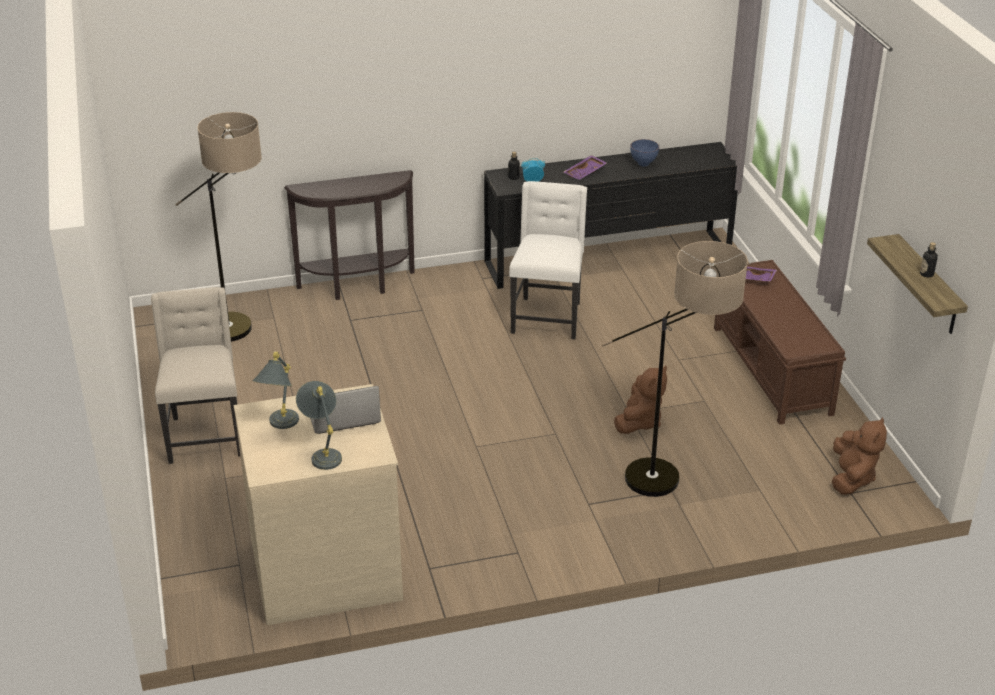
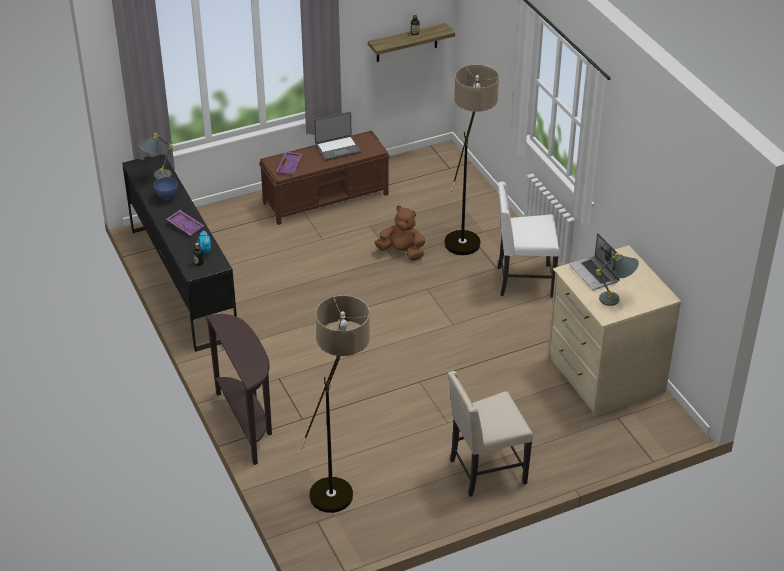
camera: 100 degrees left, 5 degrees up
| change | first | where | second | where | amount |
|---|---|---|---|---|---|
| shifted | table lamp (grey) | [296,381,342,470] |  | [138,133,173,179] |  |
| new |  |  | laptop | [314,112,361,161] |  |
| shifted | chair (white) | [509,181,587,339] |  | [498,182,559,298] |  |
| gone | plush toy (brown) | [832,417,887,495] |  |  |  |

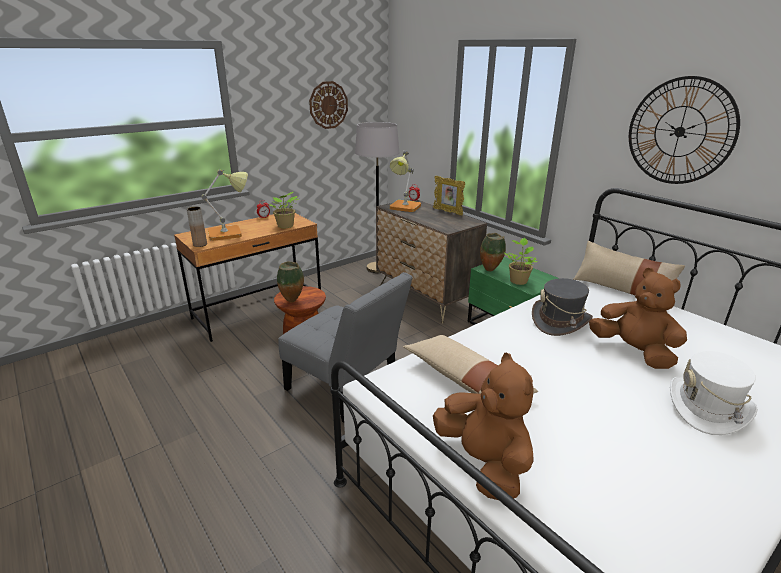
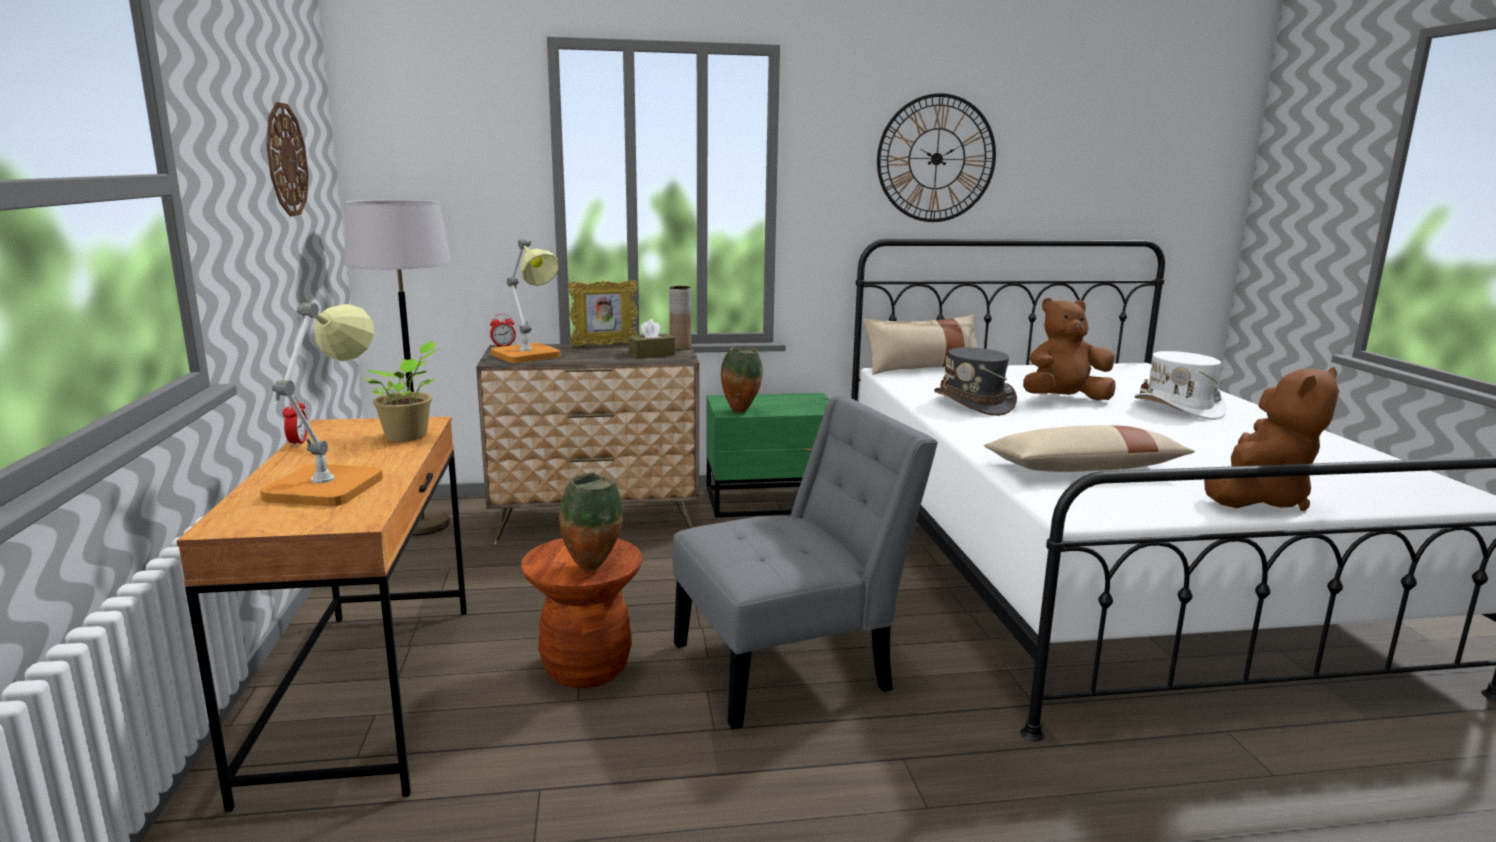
camera: 60 degrees left, 10 degrees down
| change | first | where | second | where | amount |
|---|---|---|---|---|---|
| new |  |  | tissue box (brown) | [628,319,675,359] |  |
| shifted | vase (brown) | [187,207,207,247] |  | [669,286,691,350] |  |
| rotated | plush toy (brown) | [433,353,534,500] |  | [1204,367,1339,511] | 135 degrees clockwise |
| gone | potted plant | [504,238,538,285] |  |  |  |

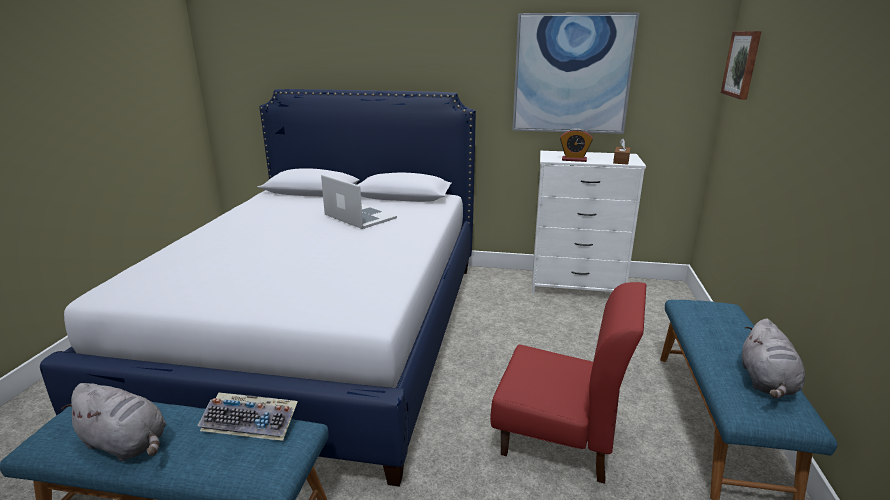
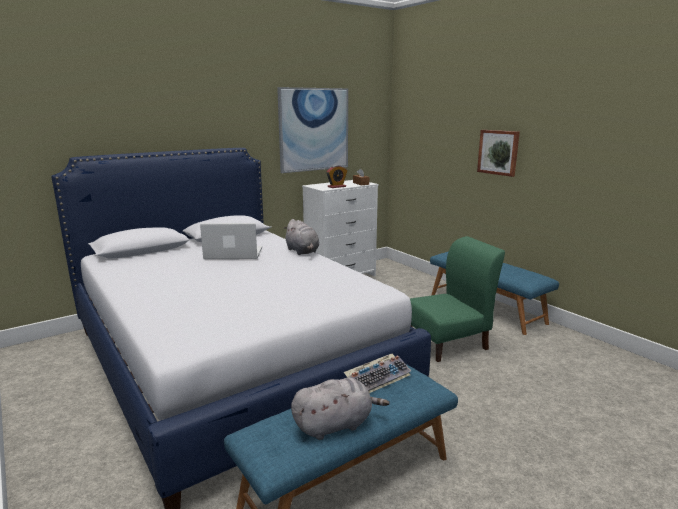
camera: 45 degrees left, 5 degrees down
| change | first | where | second | where | amount |
|---|---|---|---|---|---|
| shifted | plush toy (grey) | [742,318,805,399] |  | [283,219,319,255] |  |
| repainted | chair (red) | [490,282,646,484] | chair (green) | [410,236,505,362] |  |
| shifted | picture | [721,31,762,100] |  | [477,130,520,177] |  |

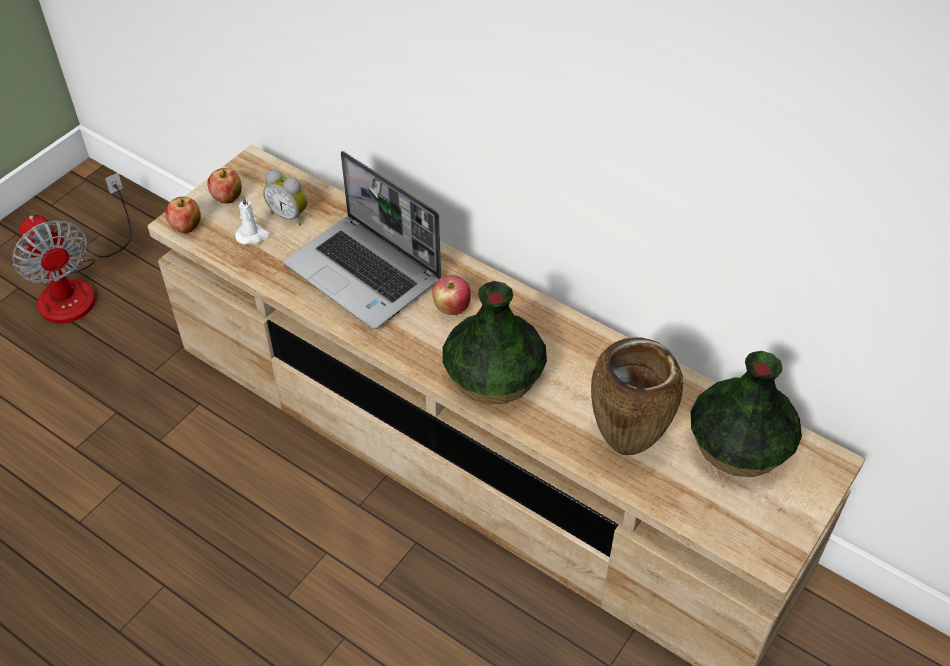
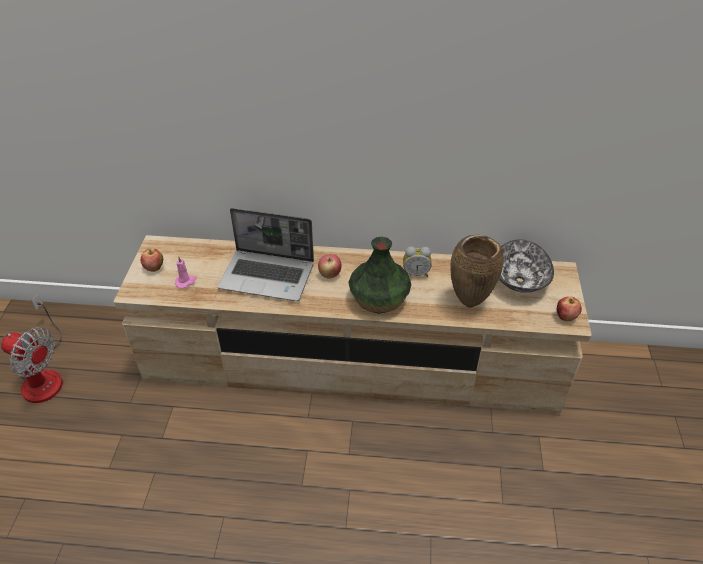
camera: 30 degrees left, 5 degrees down
| change | first | where | second | where | amount |
|---|---|---|---|---|---|
| repainted | candle (white) | [235,195,270,245] | candle (pink) | [175,256,197,288] |  |
| shifted | alarm clock | [263,170,308,226] |  | [403,246,432,277] |  |
| swapped | vase | [690,351,802,477] | bowl | [499,239,554,293] |  |
| shifted | apple | [165,197,201,233] |  | [557,296,582,321] |  |

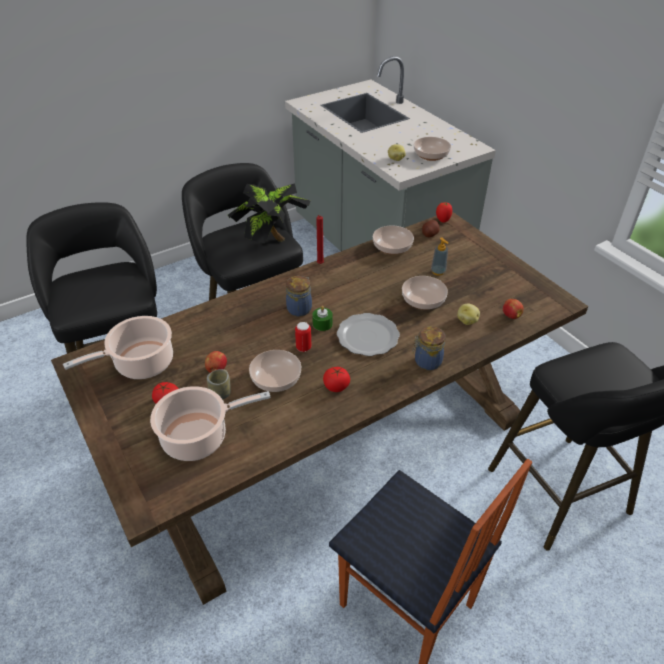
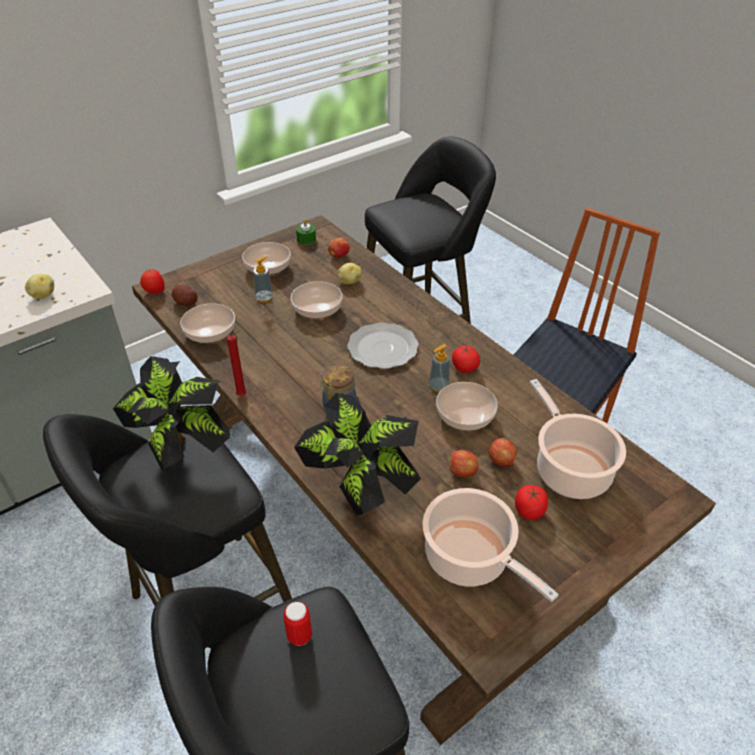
camera: 95 degrees left, 0 degrees up
| change | first | where | second | where | amount |
|---|---|---|---|---|---|
| shifted | bowl | [414,137,451,161] |  | [242,242,291,275] |  |
| shifted | can | [295,322,311,352] |  | [283,602,312,646] |  |
| new |  |  | potted plant | [294,393,421,515] |  |
| shifted | candle (green) | [312,306,333,331] |  | [296,219,316,245] |  |
| new |  |  | soap dispenser | [429,344,450,392] |  |
| swapped | cup | [207,369,231,400] | apple | [489,438,517,467] |  |
| gone | jar | [412,326,446,370] |  |  |  |

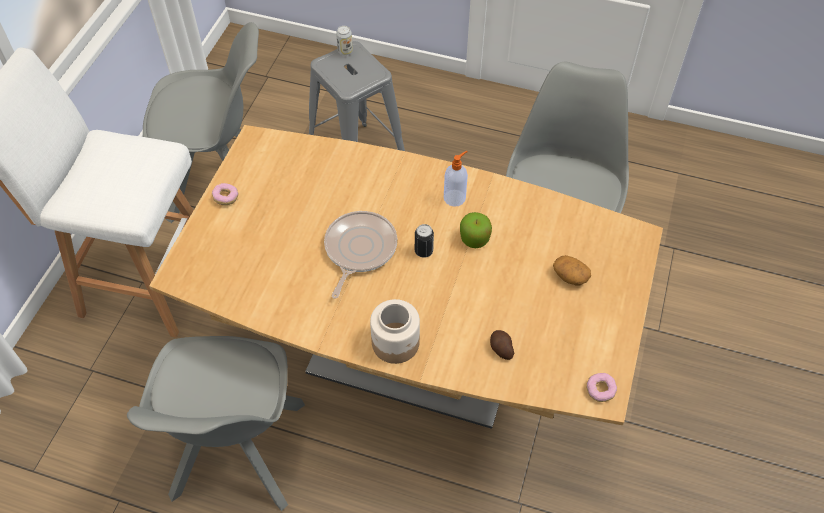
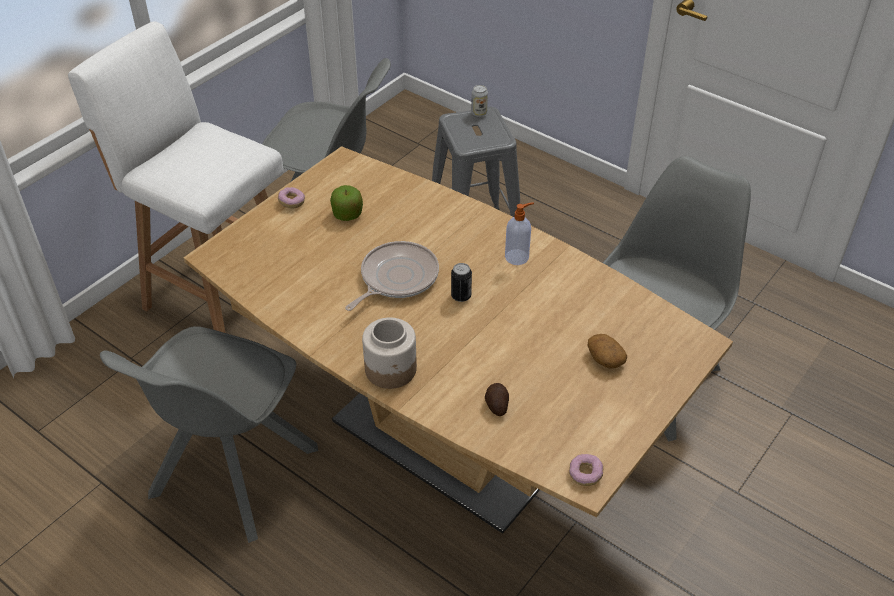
camera: 20 degrees right, 10 degrees down
| change | first | where | second | where | amount |
|---|---|---|---|---|---|
| shifted | apple | [460,212,492,248] |  | [330,185,363,221] |  |

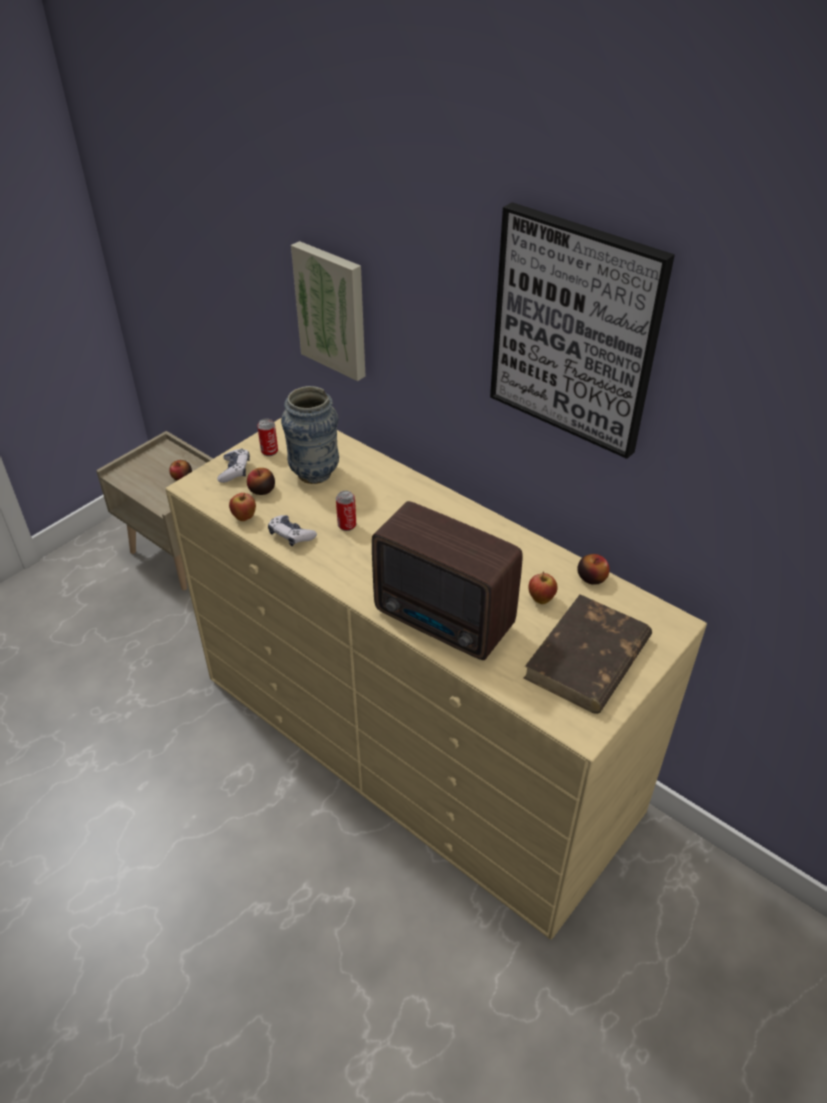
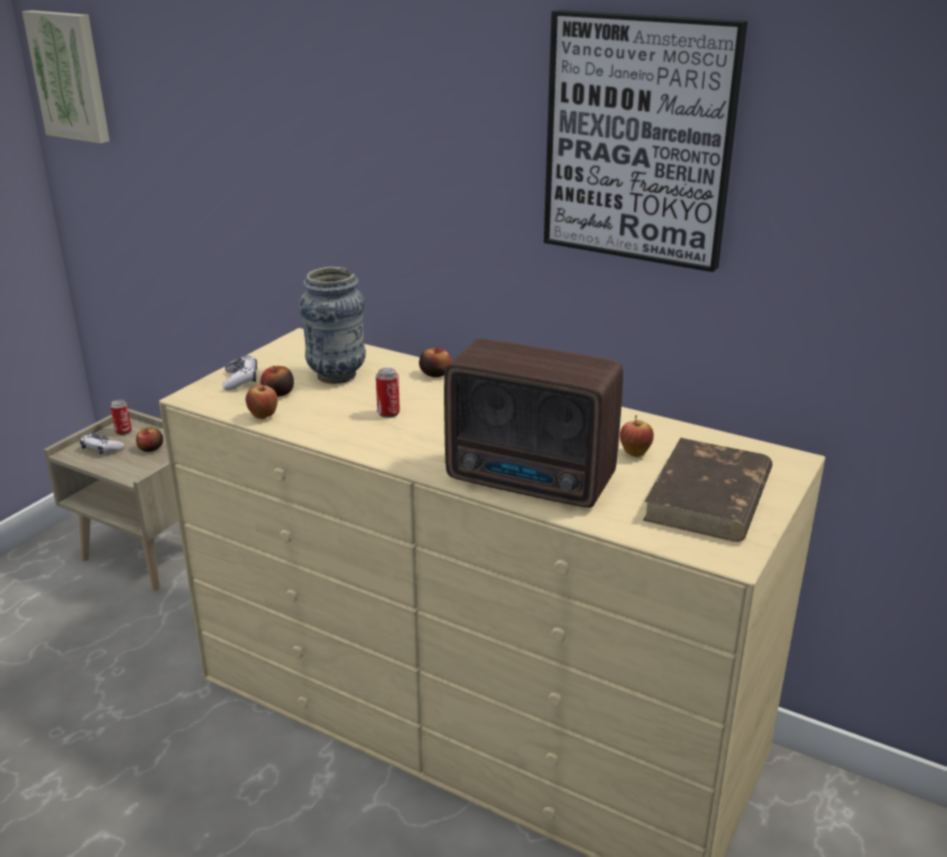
camera: 10 degrees left, 15 degrees down
| change | first | where | second | where | amount |
|---|---|---|---|---|---|
| shifted | picture | [291,241,365,381] |  | [22,10,109,144] |  |
| shifted | game controller | [268,515,317,546] |  | [80,433,125,455] |  |
| shifted | can | [257,418,278,456] |  | [110,399,132,435] |  |
| shifted | apple | [577,554,610,585] |  | [419,348,451,377] |  |

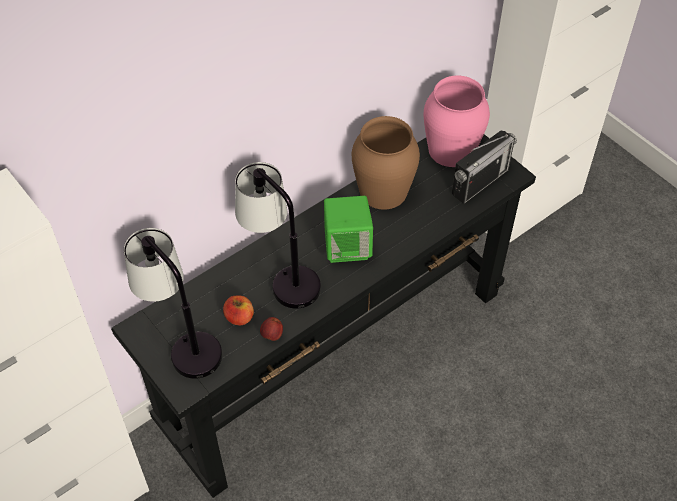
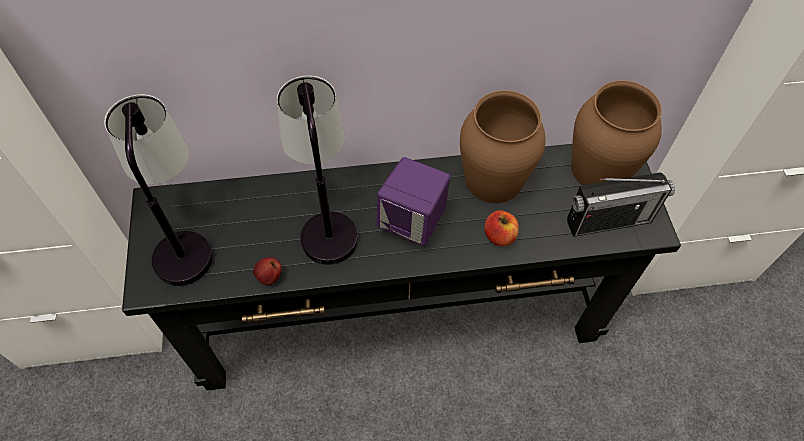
camera: 30 degrees right, 5 degrees up
| change | first | where | second | where | amount |
|---|---|---|---|---|---|
| repainted | speaker (green) | [324,196,373,263] | speaker (purple) | [377,157,450,246] |  |
| shifted | apple | [223,296,254,325] |  | [484,210,519,246] |  |
| repainted | vase (pink) | [423,76,490,167] | vase (brown) | [571,80,662,186] |  |

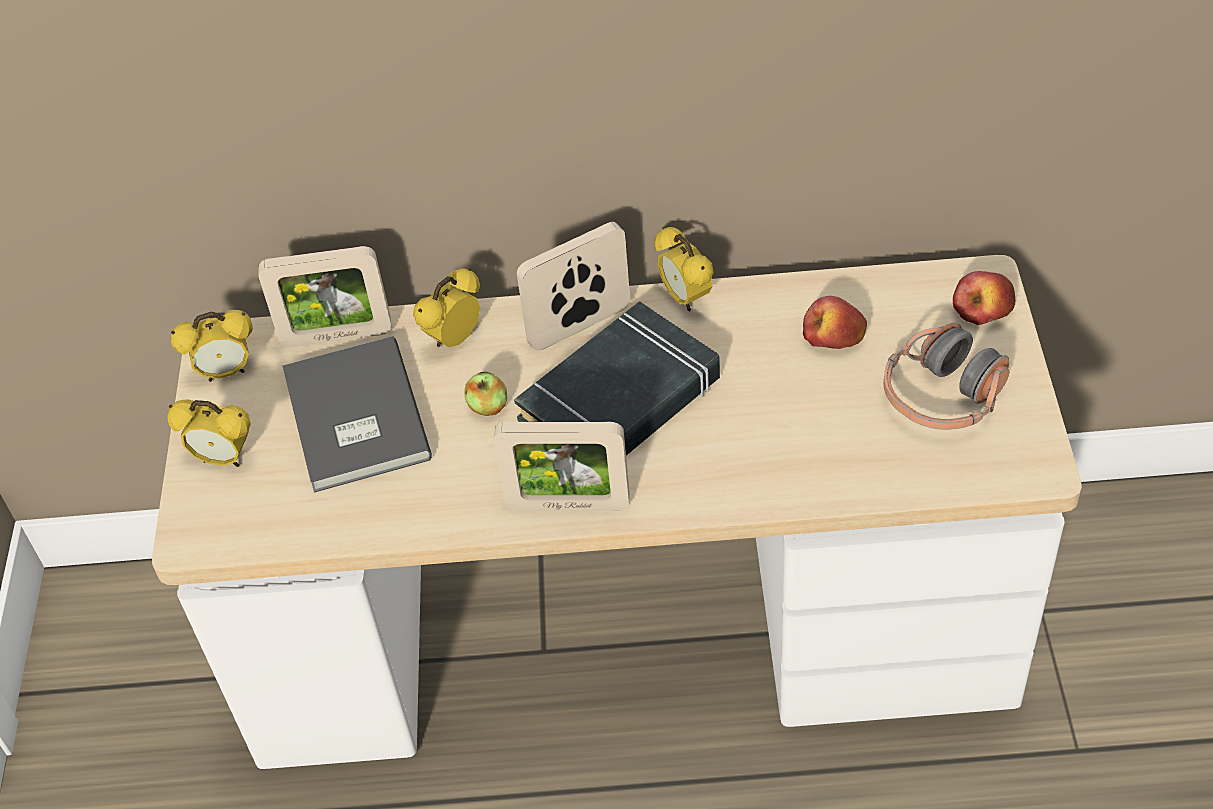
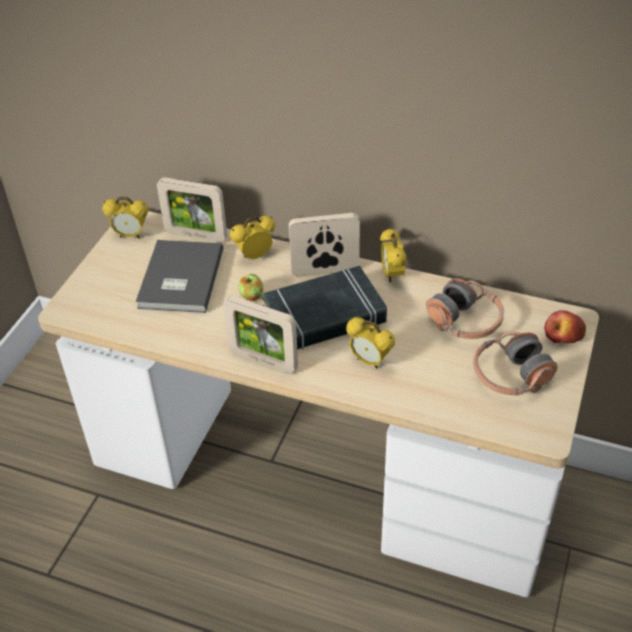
camera: 20 degrees right, 5 degrees down
| change | first | where | second | where | amount |
|---|---|---|---|---|---|
| shifted | alarm clock | [167,400,251,467] |  | [346,317,395,369] |  |
| swapped | apple | [803,296,867,349] | headphones | [426,278,504,339] |  |

